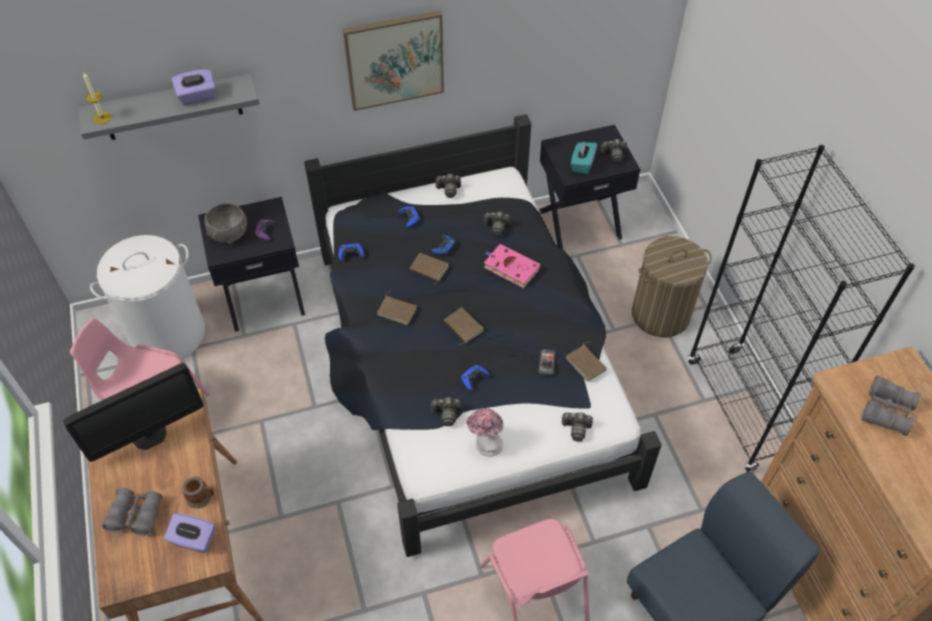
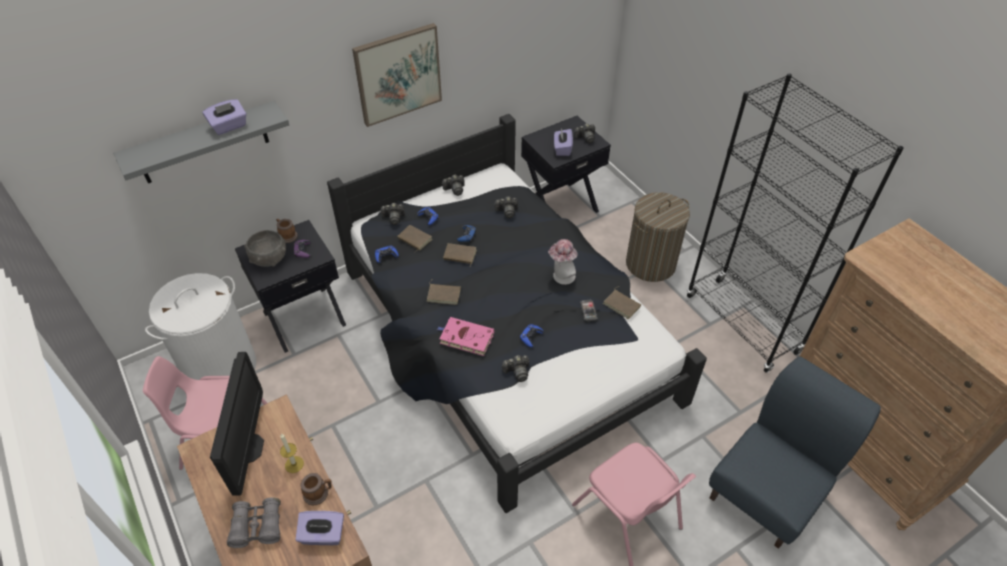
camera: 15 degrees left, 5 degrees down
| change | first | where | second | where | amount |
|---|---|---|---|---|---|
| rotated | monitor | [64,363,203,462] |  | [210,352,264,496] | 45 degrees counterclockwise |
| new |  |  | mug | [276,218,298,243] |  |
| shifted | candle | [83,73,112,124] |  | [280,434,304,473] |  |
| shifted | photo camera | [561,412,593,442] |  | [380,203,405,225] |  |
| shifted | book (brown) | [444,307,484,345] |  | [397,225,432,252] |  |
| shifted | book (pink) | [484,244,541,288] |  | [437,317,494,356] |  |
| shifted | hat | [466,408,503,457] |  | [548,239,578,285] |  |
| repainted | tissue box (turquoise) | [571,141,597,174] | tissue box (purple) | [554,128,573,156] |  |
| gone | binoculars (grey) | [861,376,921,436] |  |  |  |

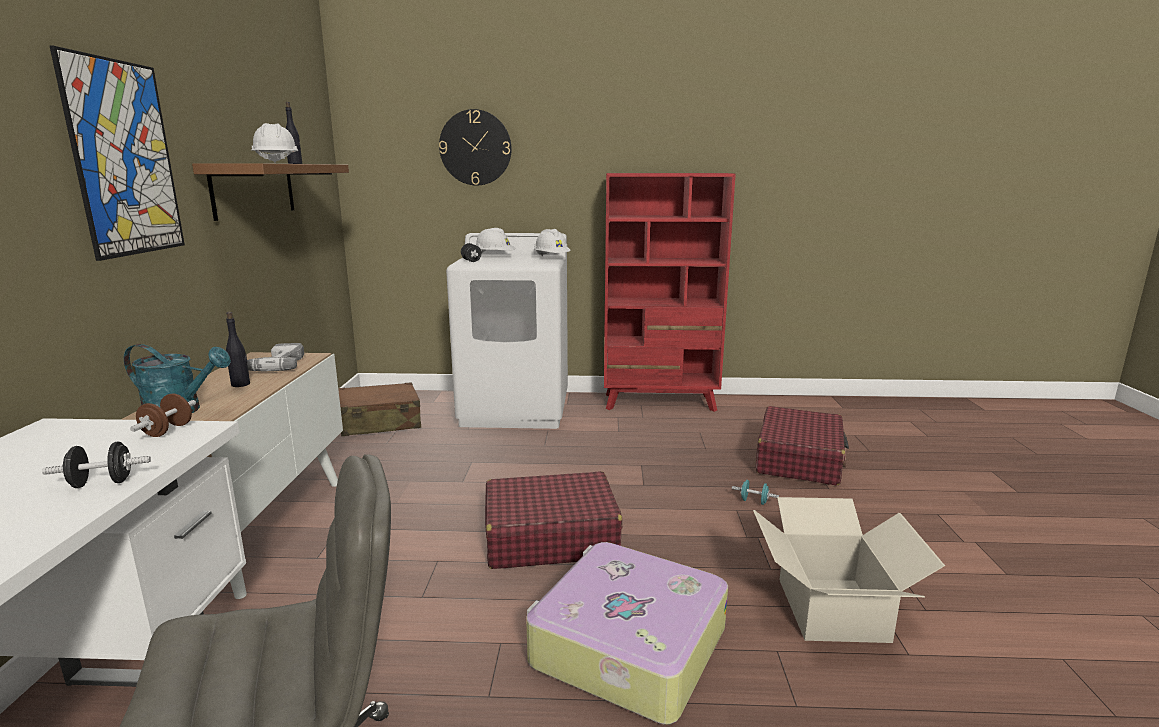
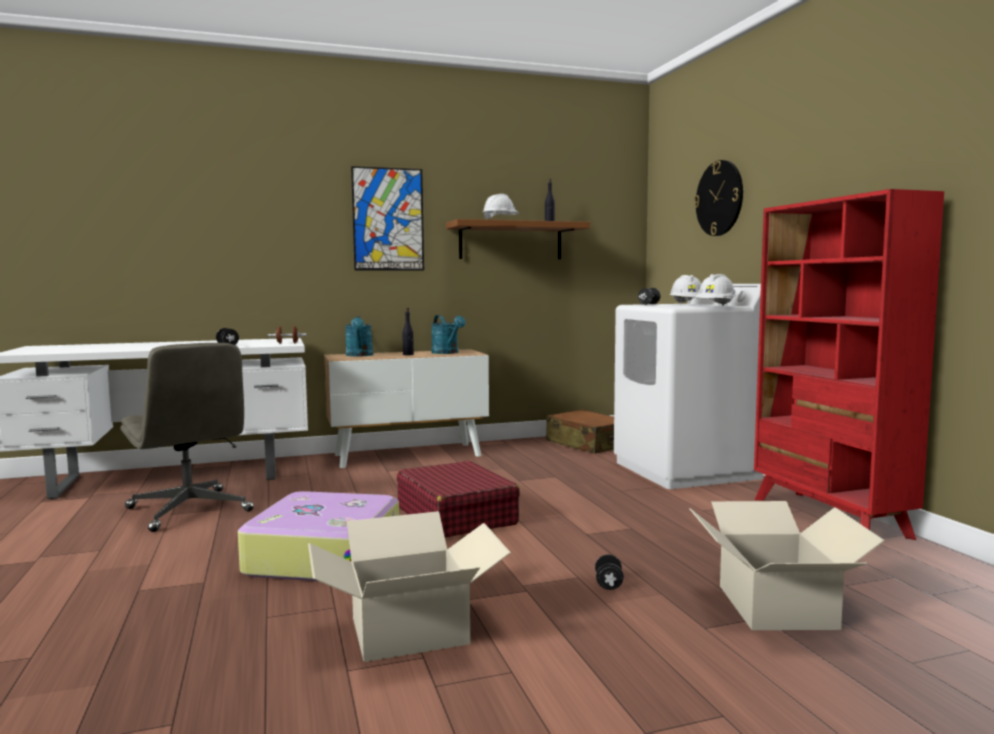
camera: 70 degrees right, 10 degrees down
| change | first | where | second | where | amount |
|---|---|---|---|---|---|
| swapped | power drill | [247,343,304,371] | watering can (turquoise) | [431,315,466,354] |  |
| repainted | dumbbell (turquoise) | [732,480,779,505] | dumbbell (black) | [595,554,624,590] |  |
| swapped | suitcase (red) | [756,406,849,486] | cardboard box | [689,501,885,630] |  |

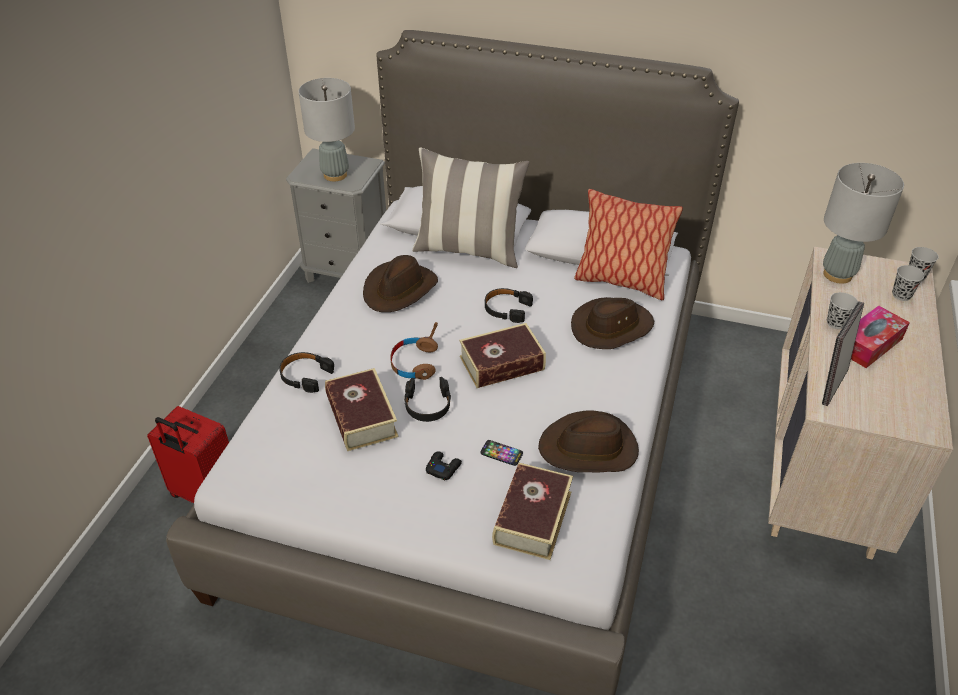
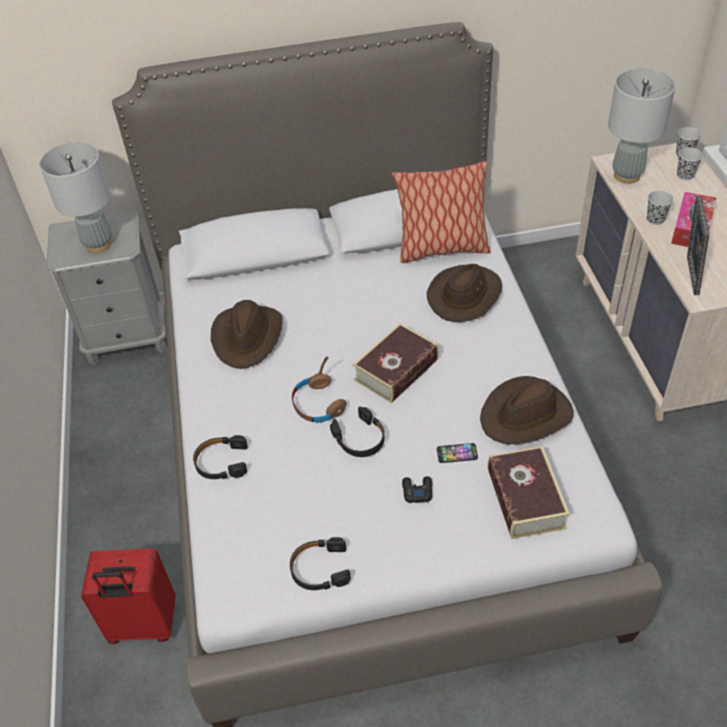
camera: 25 degrees left, 5 degrees up
| change | first | where | second | where | amount |
|---|---|---|---|---|---|
| shifted | headphones (black) | [485,288,533,323] |  | [290,537,351,590] |  |
| gone | book | [325,368,399,451] |  |  |  |
| gone | pillow | [412,148,529,268] |  |  |  |

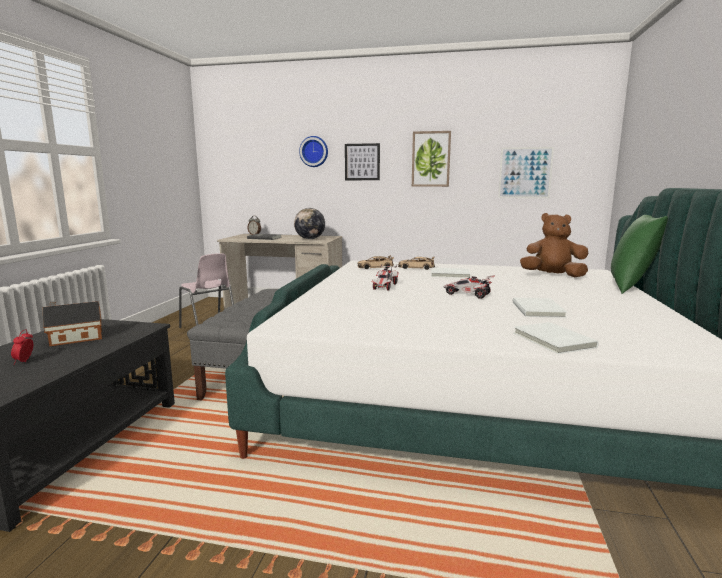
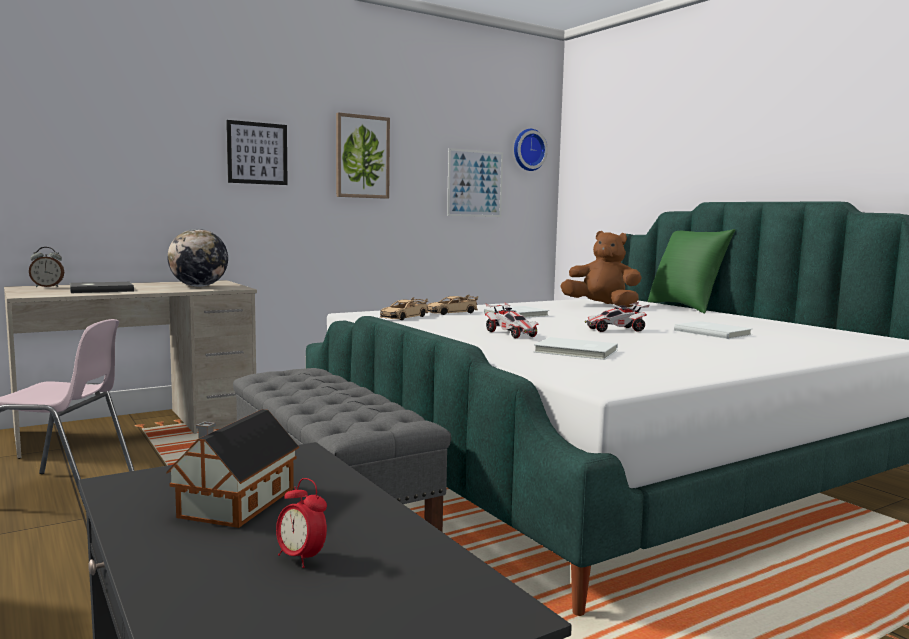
camera: 45 degrees left, 5 degrees down
| change | first | where | second | where | amount |
|---|---|---|---|---|---|
| shifted | wall clock | [299,136,328,167] |  | [514,129,548,171] |  |
| shifted | book (white) | [513,322,599,354] |  | [534,337,618,360] |  |
| rotated | plush toy (brown) | [520,213,588,277] |  | [560,231,642,308] | 60 degrees clockwise |

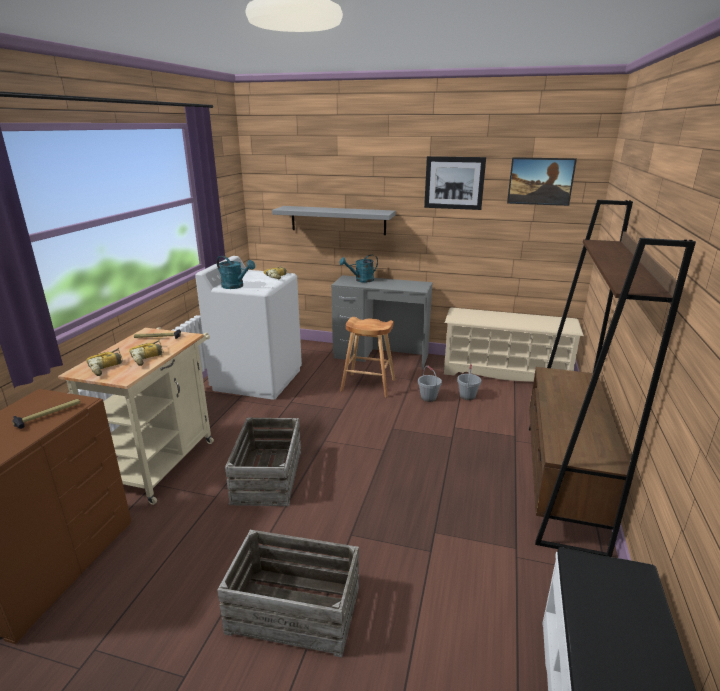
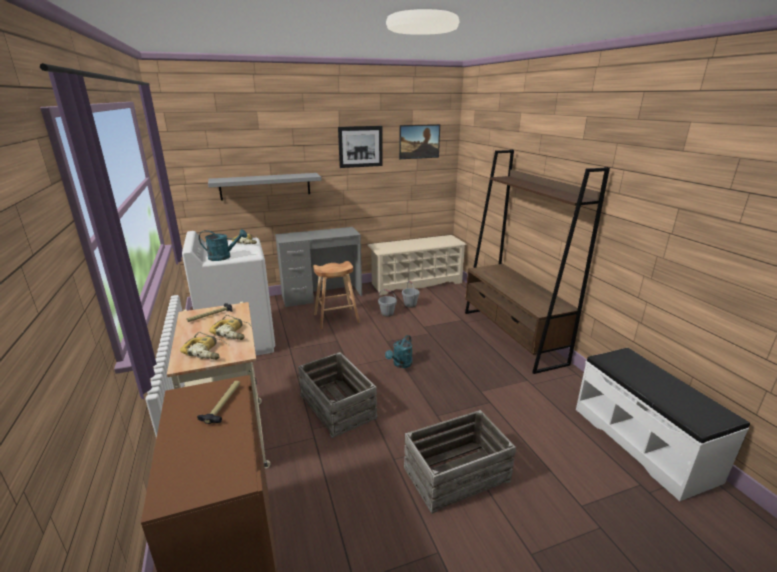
camera: 35 degrees left, 0 degrees up
| change | first | where | second | where | amount |
|---|---|---|---|---|---|
| shifted | watering can (turquoise) | [339,255,378,283] |  | [385,335,413,368] |  |

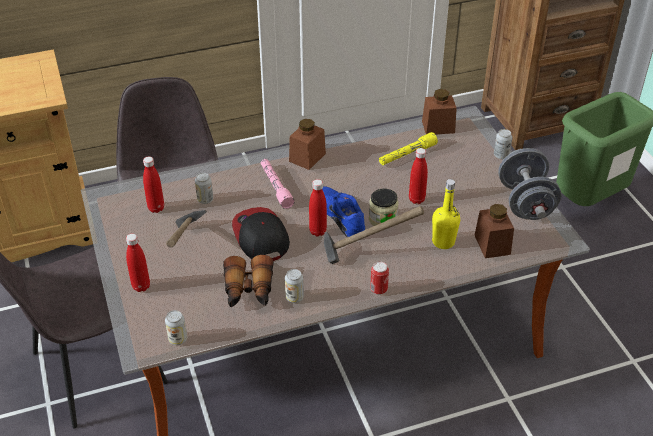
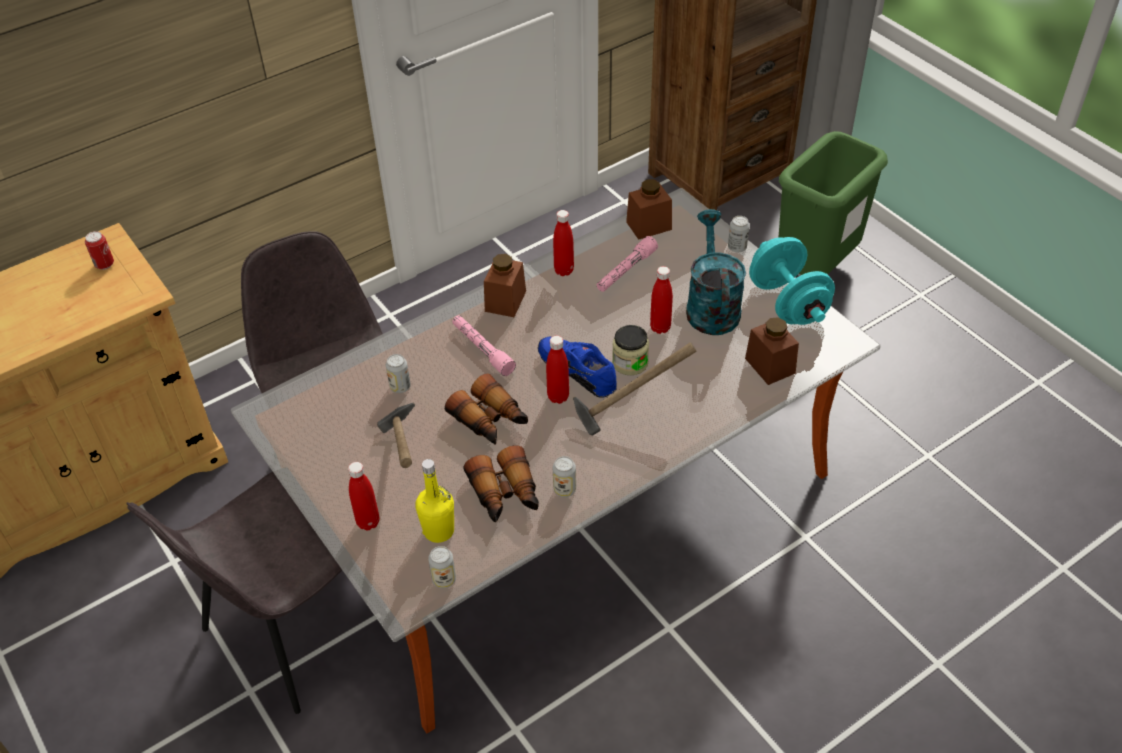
camera: 15 degrees left, 5 degrees up
| change | first | where | second | where | amount |
|---|---|---|---|---|---|
| shifted | can | [370,262,389,295] |  | [85,231,114,270] |  |
| shifted | bottle (yellow) | [432,179,460,249] |  | [416,459,454,543] |  |
| swapped | cap | [232,207,290,261] | binoculars | [445,374,528,445] |  |
| shifted | bottle (red) | [143,157,164,213] |  | [553,210,574,276] |  |
| repainted | flashlight (yellow) | [379,132,438,165] | flashlight (pink) | [597,236,658,292] |  |
| new |  |  | watering can (turquoise) | [686,209,746,335] |  |
| repainted | dumbbell (grey) | [498,148,562,220] | dumbbell (turquoise) | [749,237,835,325] |  |

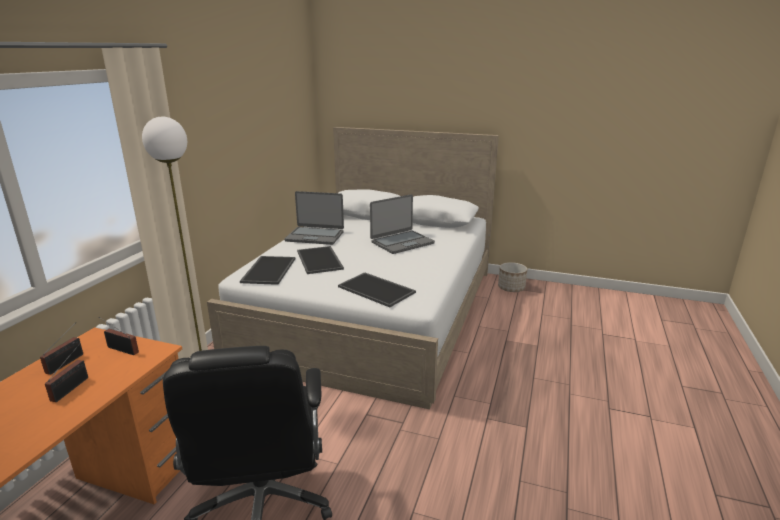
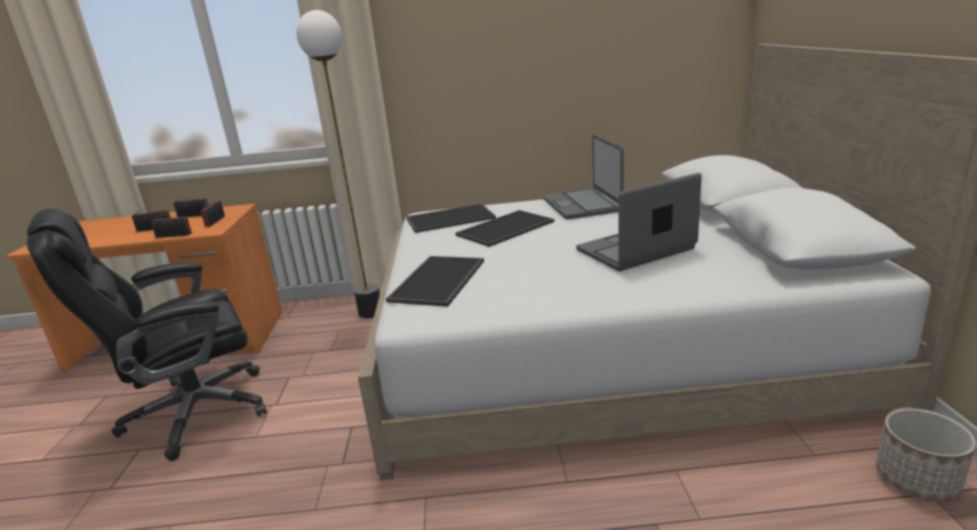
camera: 70 degrees right, 0 degrees up
| change | first | where | second | where | amount |
|---|---|---|---|---|---|
| new |  |  | radio | [151,204,192,238] |  |
| rotated | laptop | [370,194,435,254] |  | [576,173,702,271] | 120 degrees clockwise |

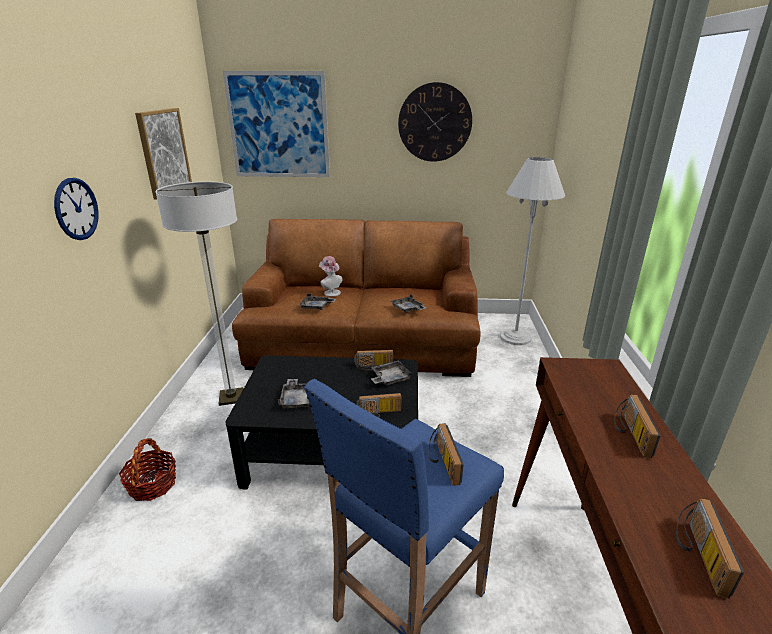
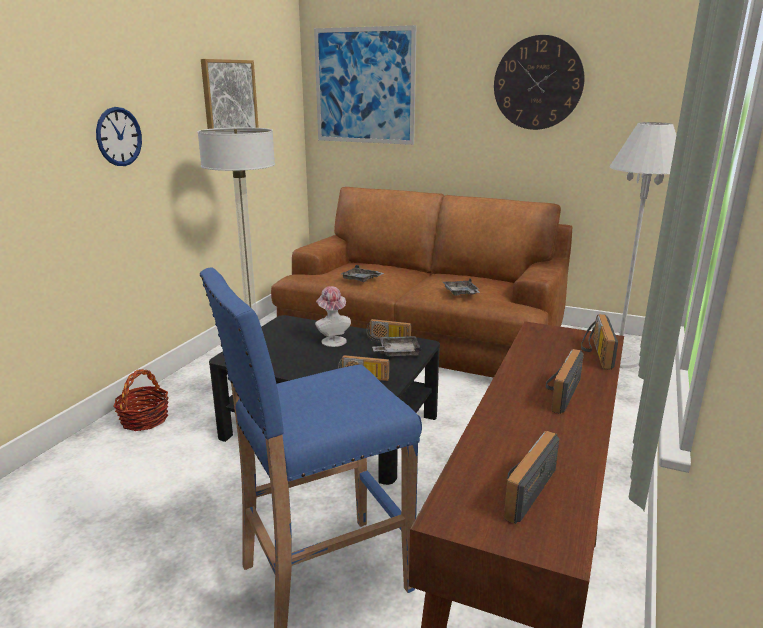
camera: 20 degrees right, 5 degrees down
| change | first | where | second | where | amount |
|---|---|---|---|---|---|
| shifted | hat | [319,256,343,297] |  | [315,286,351,347] |  |
| shifted | radio | [429,423,464,486] |  | [581,314,618,370] |  |
| gone | tray (grey) | [278,379,309,409] |  |  |  |

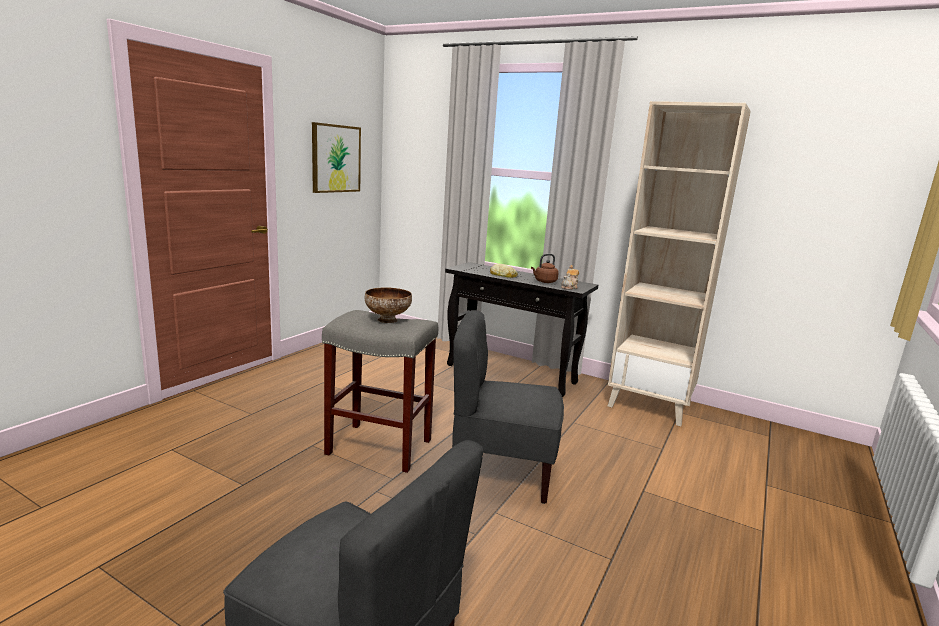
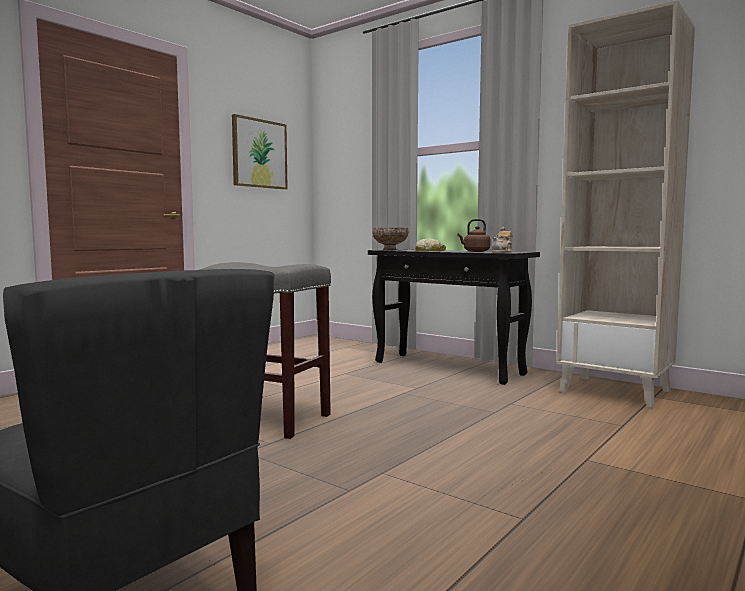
camera: 10 degrees right, 10 degrees down
| change | first | where | second | where | amount |
|---|---|---|---|---|---|
| shifted | bowl | [365,287,412,323] |  | [372,227,408,250] |  |
| gone | chair (grey) | [452,310,564,504] |  |  |  |

